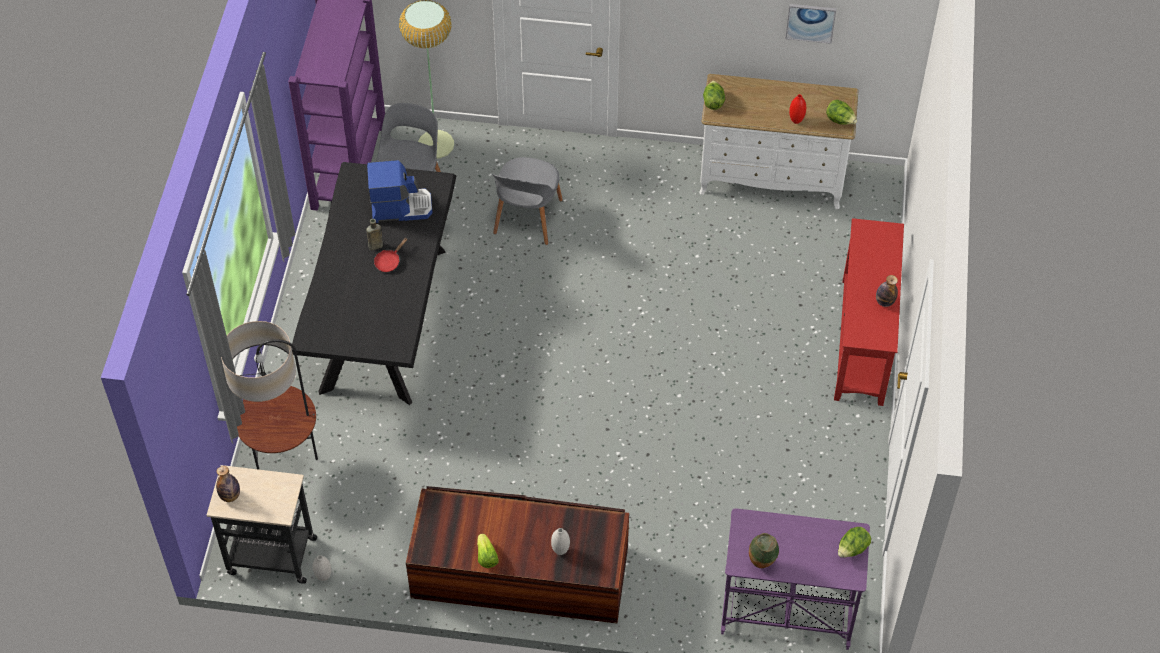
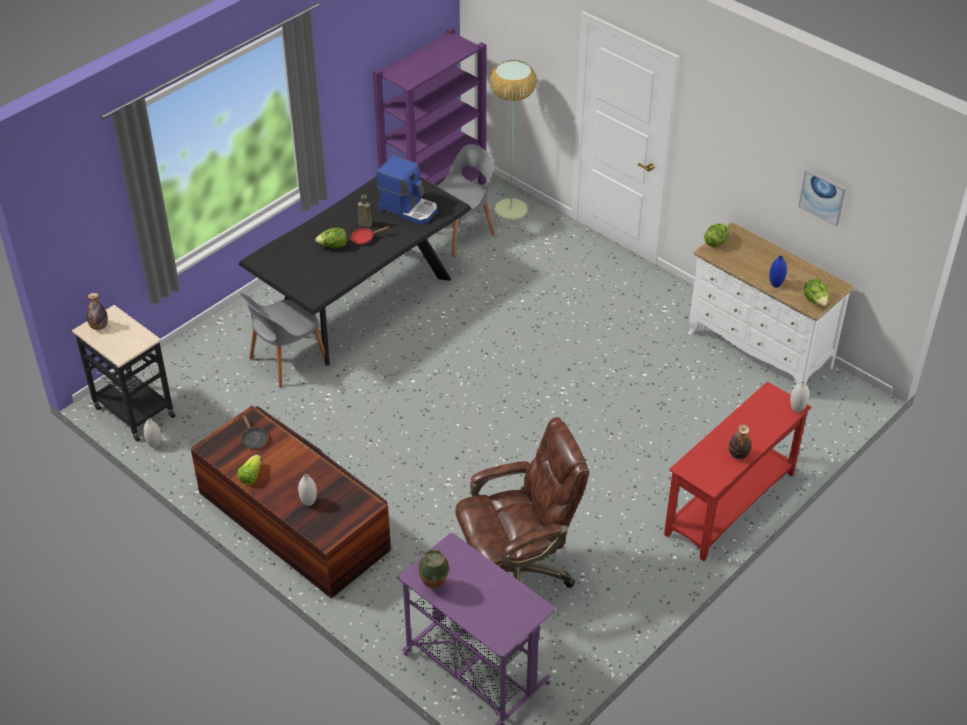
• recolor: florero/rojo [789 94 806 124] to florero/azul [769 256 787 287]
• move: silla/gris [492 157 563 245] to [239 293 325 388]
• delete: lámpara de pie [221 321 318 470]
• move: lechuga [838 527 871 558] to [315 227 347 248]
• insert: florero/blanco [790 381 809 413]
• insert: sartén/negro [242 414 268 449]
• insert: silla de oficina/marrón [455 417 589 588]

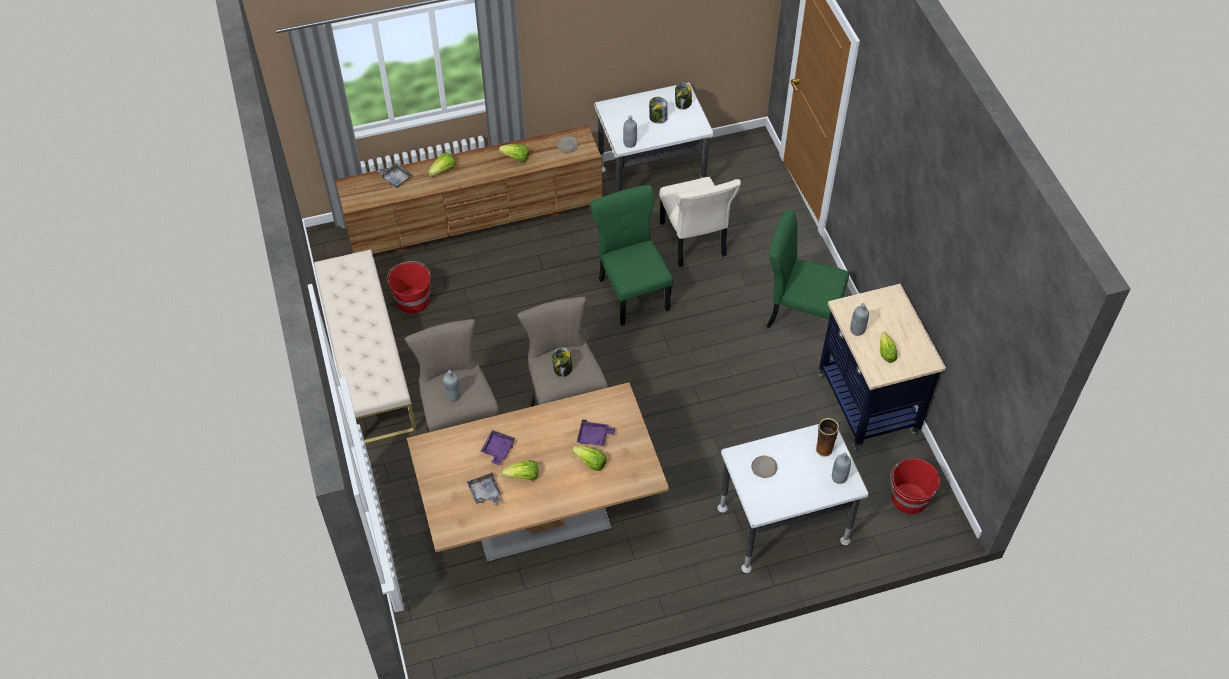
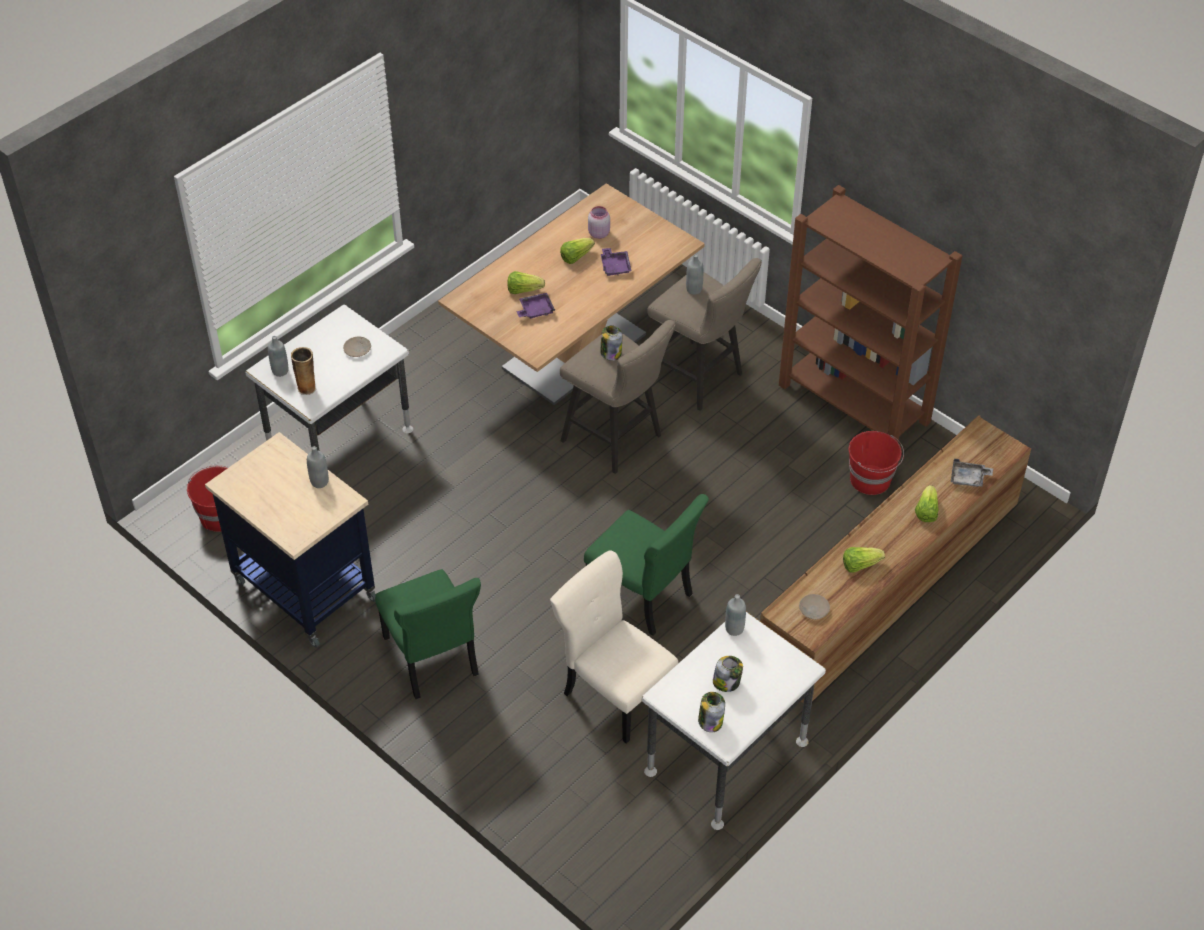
• rotate: silla/verde [766 209 849 328] = [375 569 481 699] 75 degrees clockwise
• replace: banco/beis [314 249 417 445] to estantería/marrón [779 185 962 442]
• delete: lechuga [880 332 897 363]
• replace: bandeja/gris [467 472 502 505] to tarro/rosa [588 206 610 239]

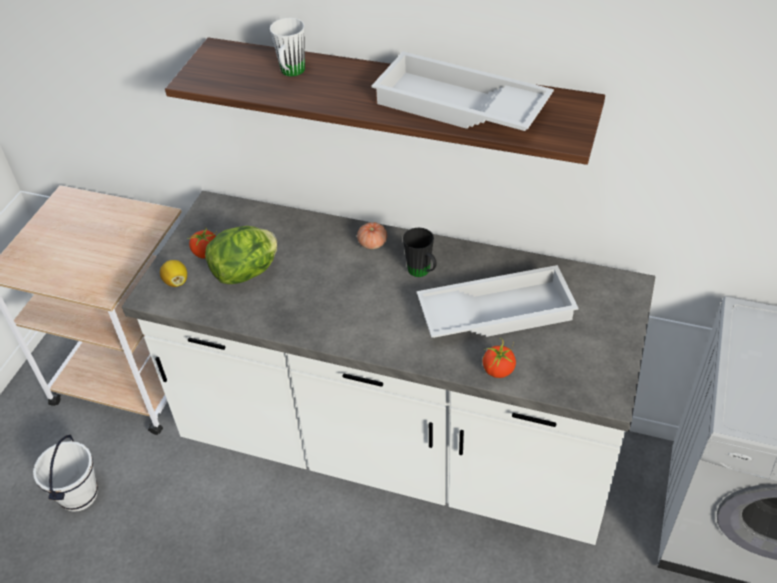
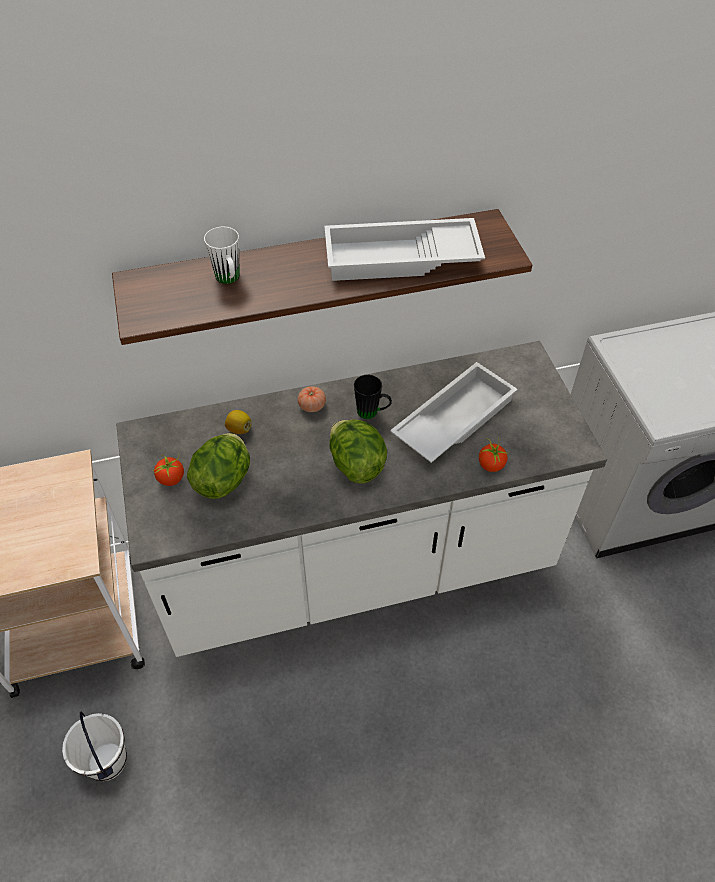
• move: limón [160 260 187 287] to [225 410 251 434]
• insert: lechuga [329 419 387 483]

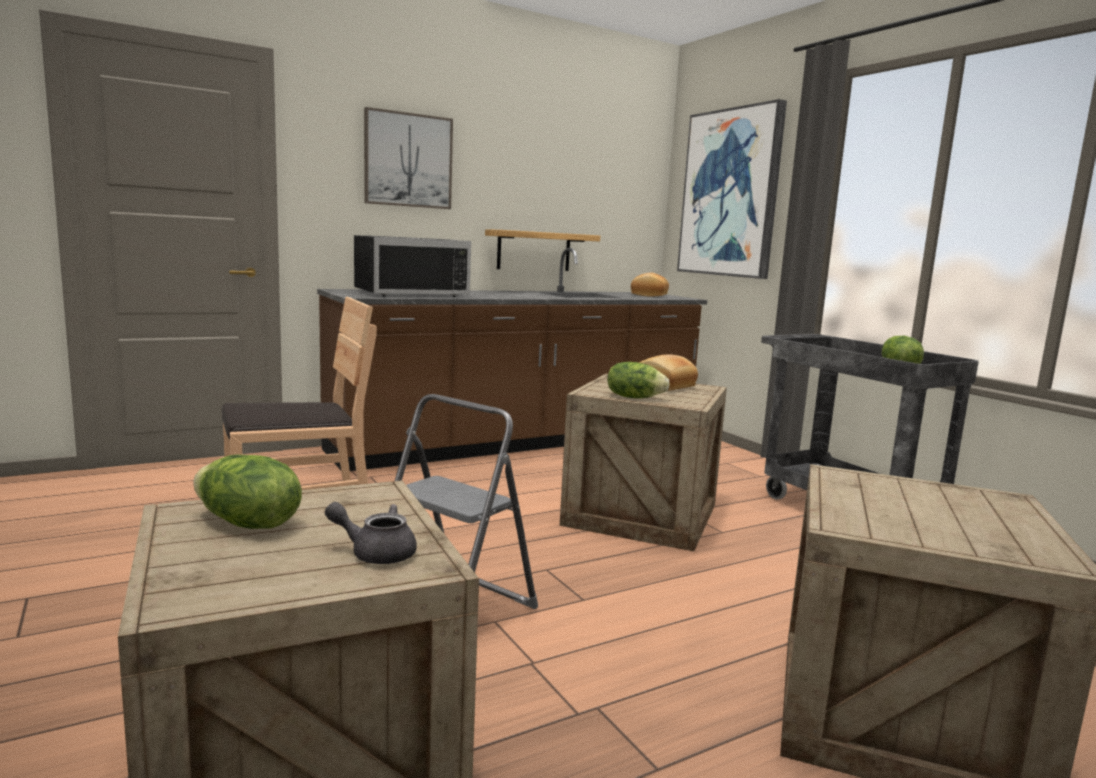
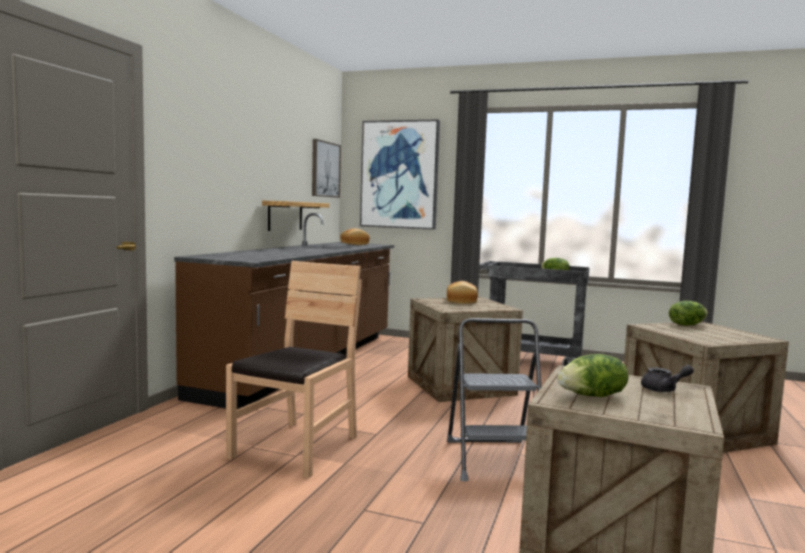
• move: cuadro [364 107 453 209] to [312 139 341 198]
• delete: microondas/negro [354 235 471 297]
• move: lechuga [607 362 670 398] to [669 301 708 325]
• rotate: tetera/gris [325 502 417 564] = [641 365 694 392] 150 degrees counterclockwise

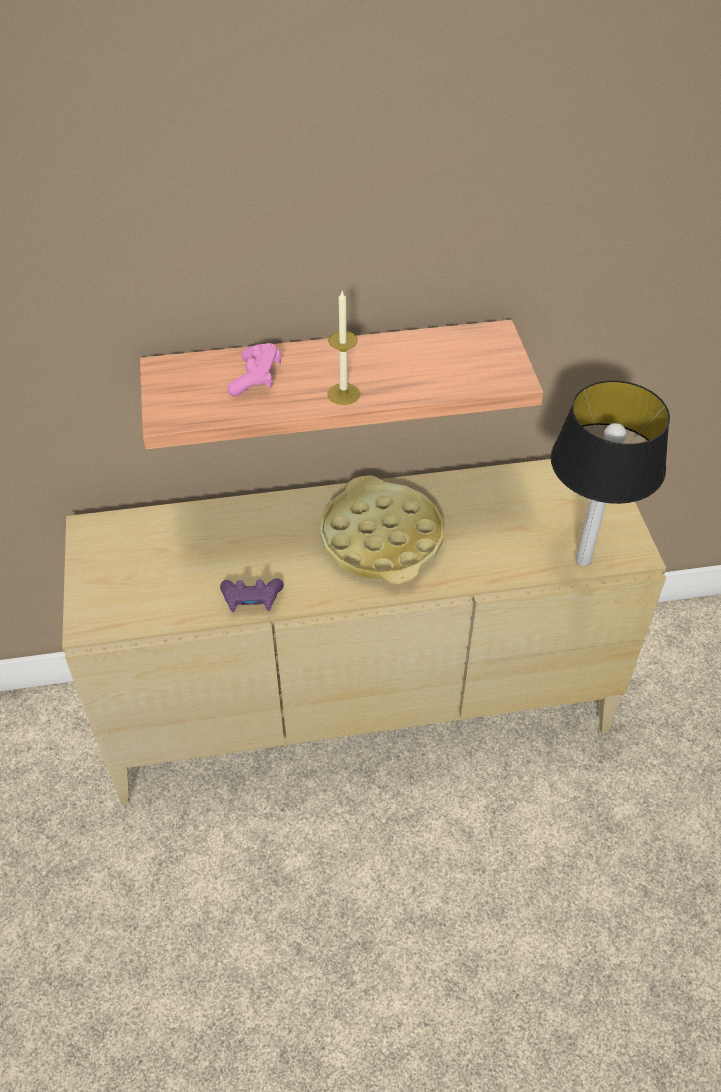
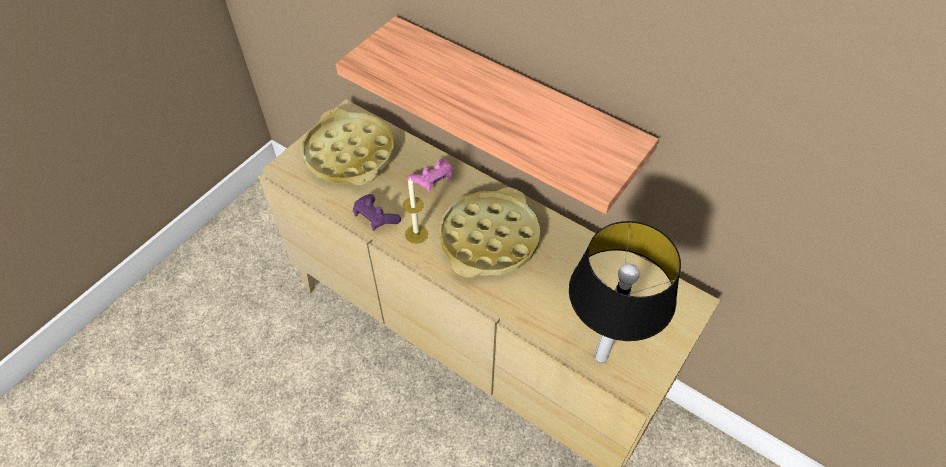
• move: vela [327 291 360 405] to [403 178 428 244]
• move: mando de consola/rosa [227 343 281 396] to [407 159 453 192]
• insert: bandeja/amarillo [302 109 394 185]

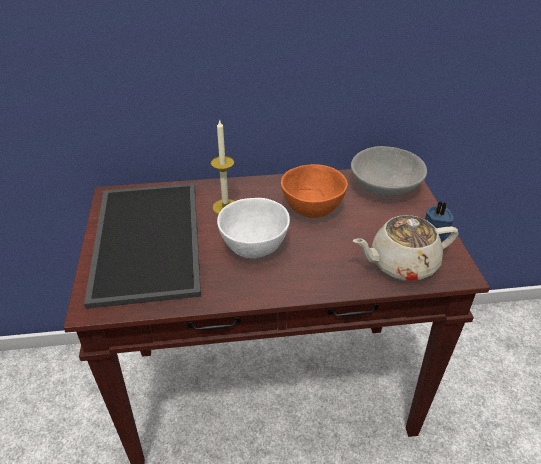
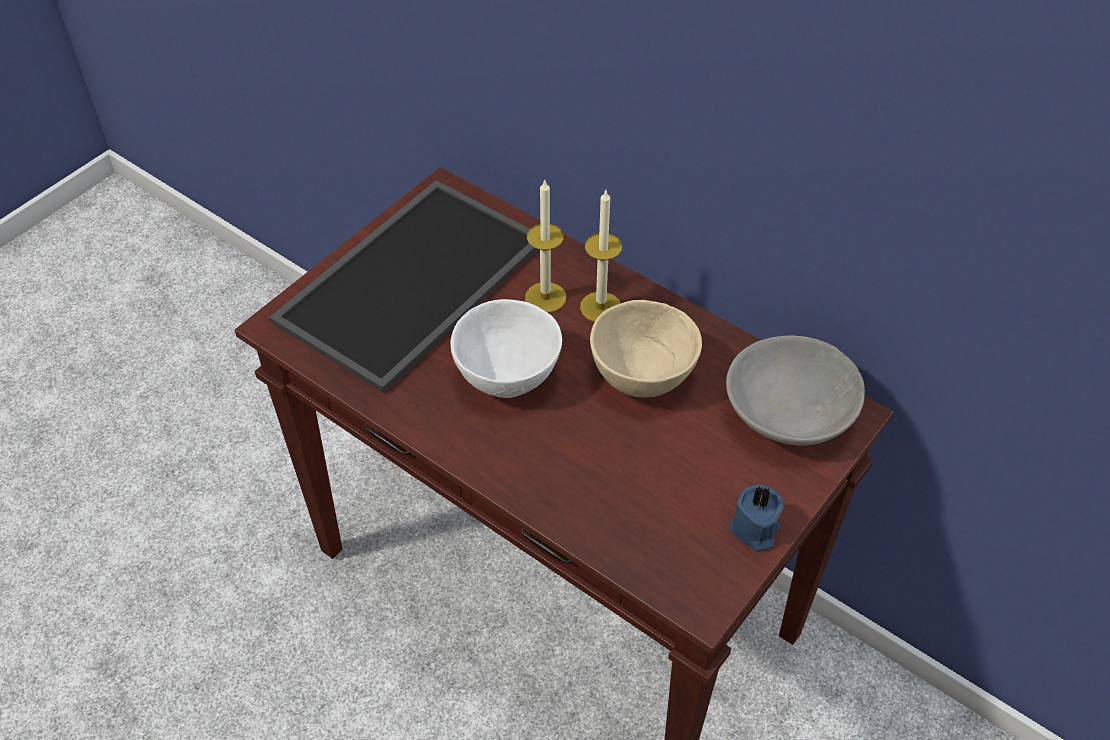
• recolor: cuenco/naranja [281 164 348 218] to cuenco/beis [590 300 702 398]
• delete: tetera/beis [353 215 458 281]
• insert: vela [580 190 622 322]

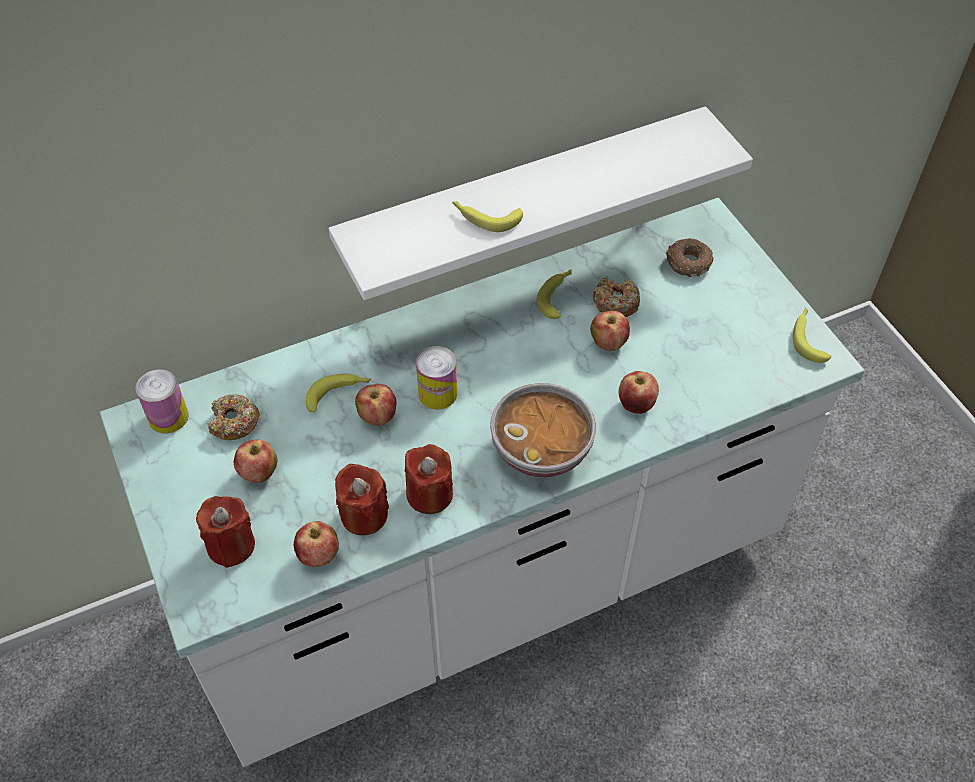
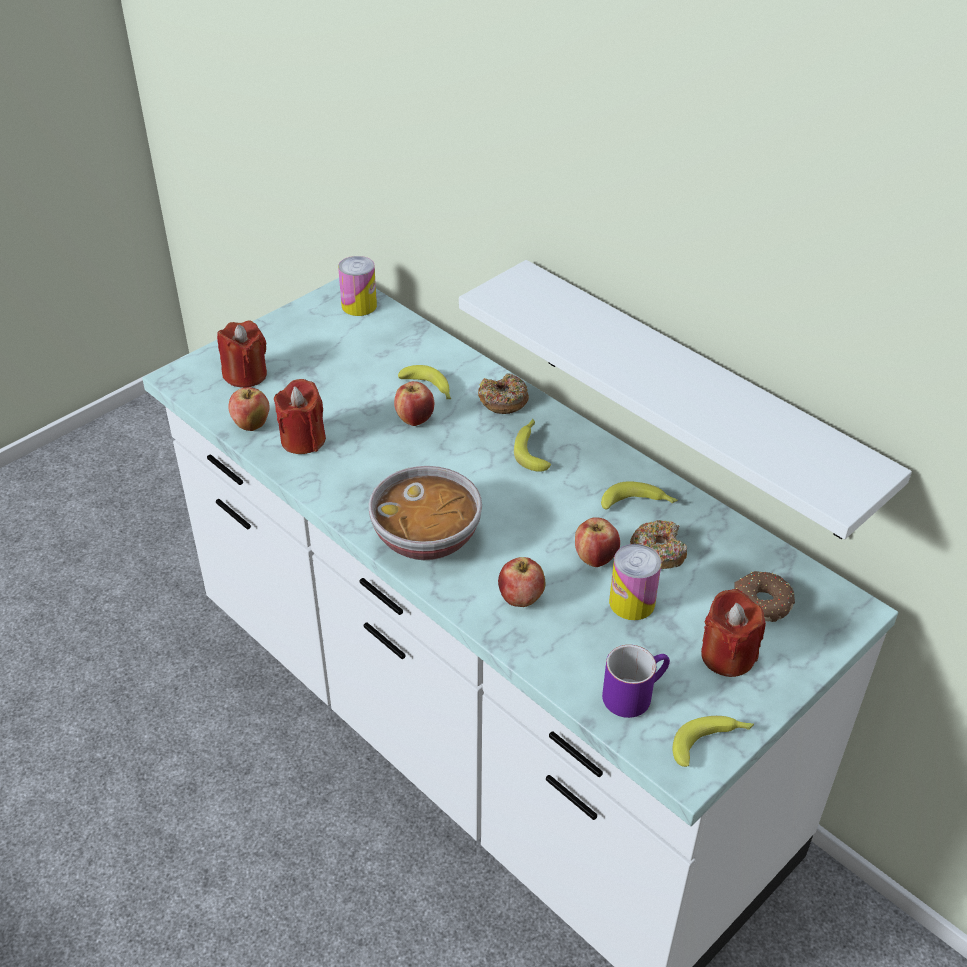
• move: plátano [452 201 523 232] to [514 419 551 472]
• move: lata [416 346 457 410] to [609 544 661 620]
• move: rosquilla [208 394 260 440] to [478 373 529 414]
• delete: manzana [234 439 277 483]
• move: vela/rojo [405 444 453 514] to [701 589 766 677]
• insert: taza grande/morado [602 645 670 718]

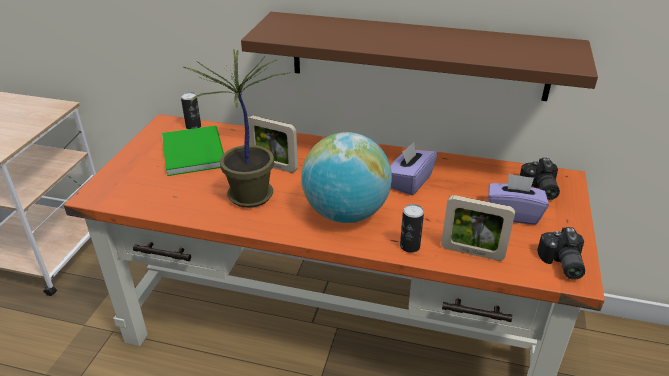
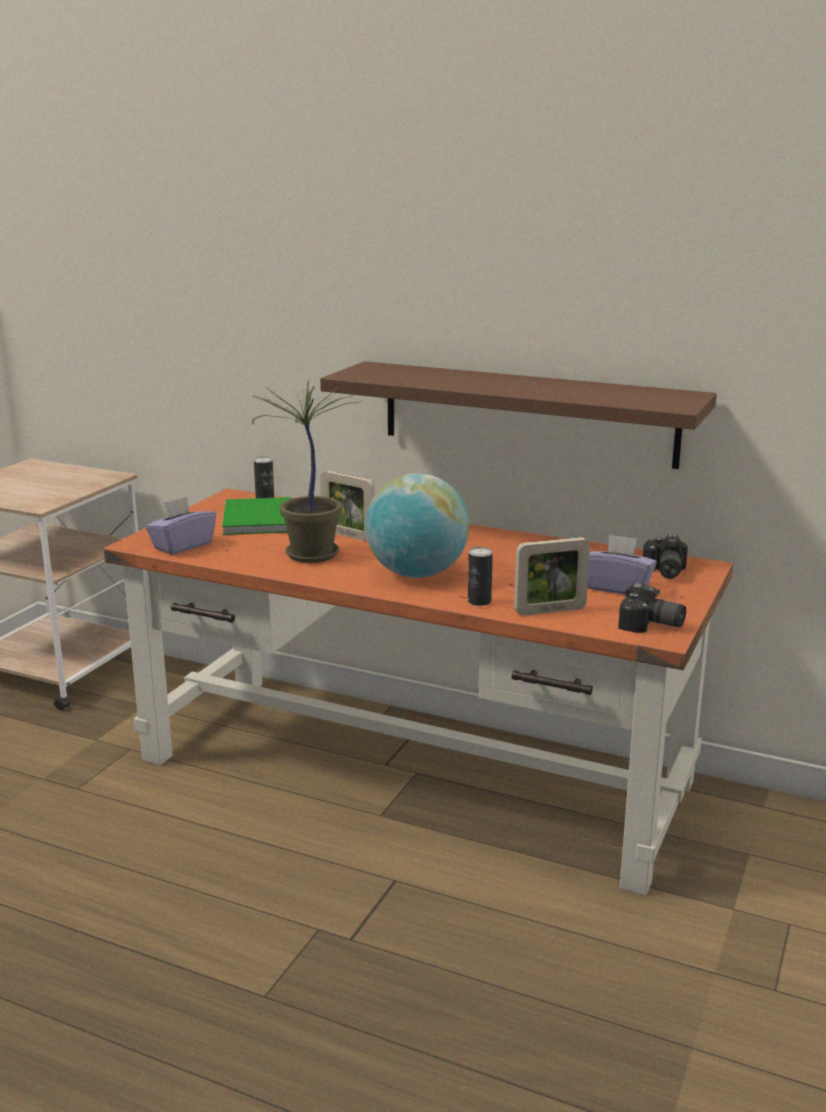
• move: caja de pañuelos/morado [390 142 437 195] to [146 496 216 555]
• rotate: portarretratos [441 195 515 261] = [514 537 590 616] 45 degrees counterclockwise
• rotate: cámara [537 227 585 280] = [618 583 686 633] 75 degrees counterclockwise

